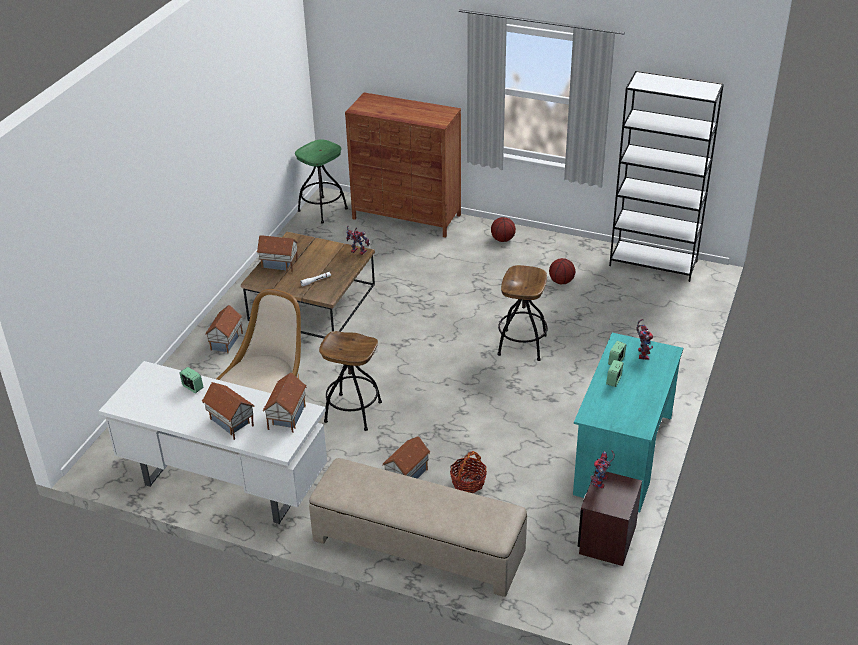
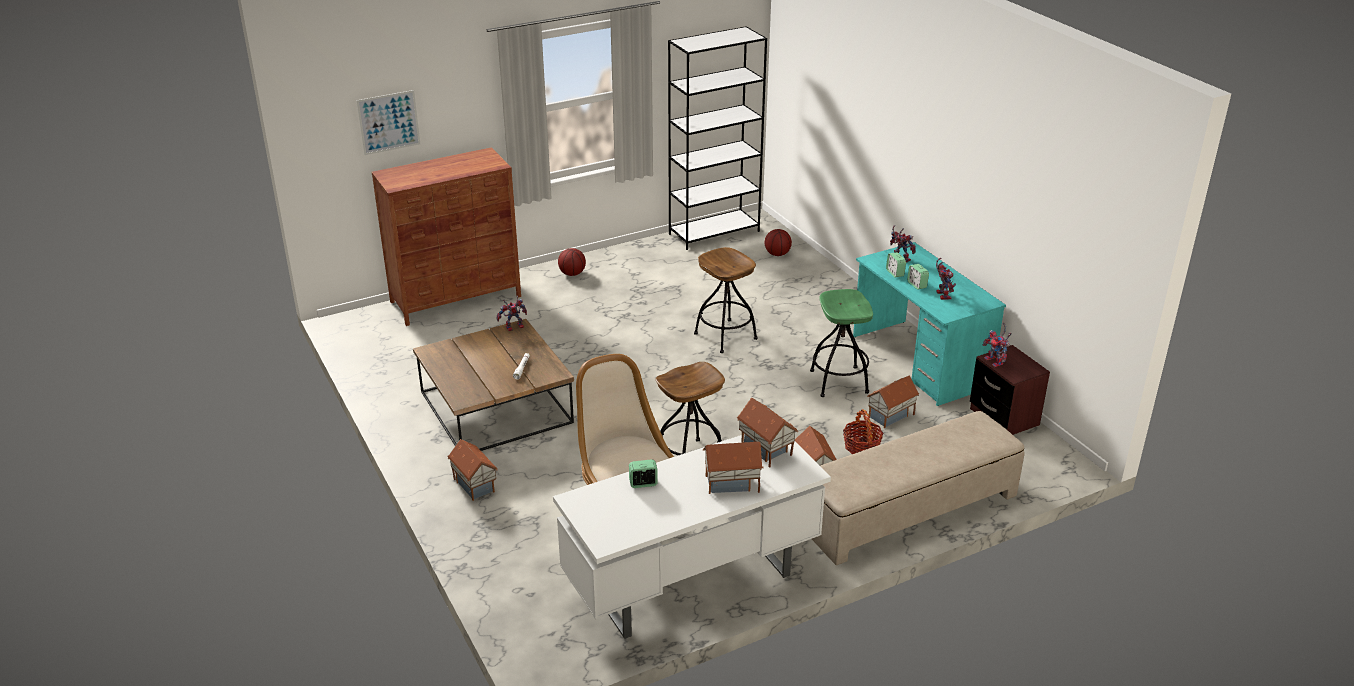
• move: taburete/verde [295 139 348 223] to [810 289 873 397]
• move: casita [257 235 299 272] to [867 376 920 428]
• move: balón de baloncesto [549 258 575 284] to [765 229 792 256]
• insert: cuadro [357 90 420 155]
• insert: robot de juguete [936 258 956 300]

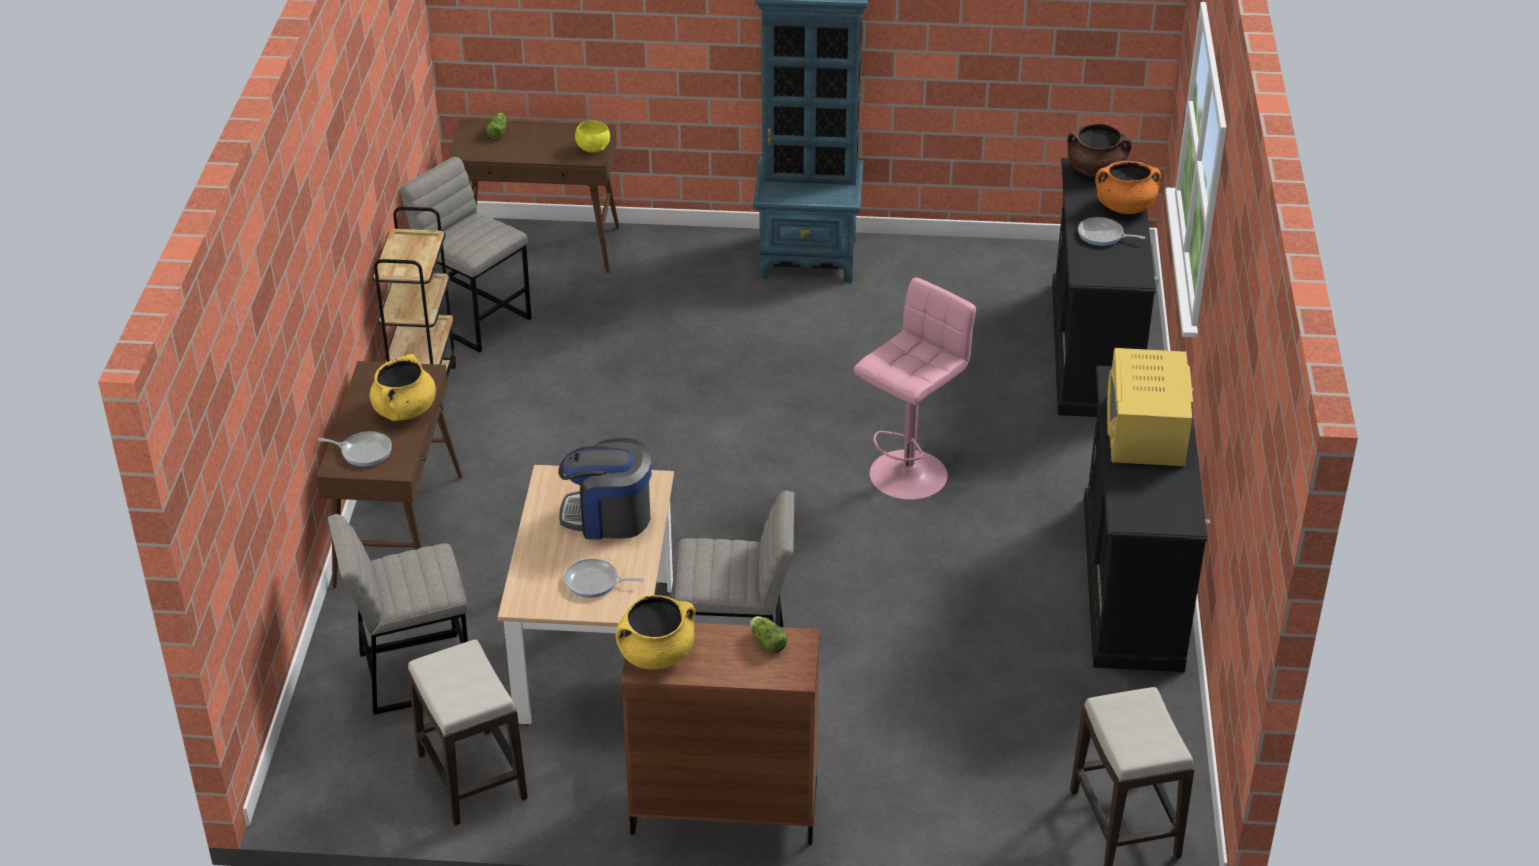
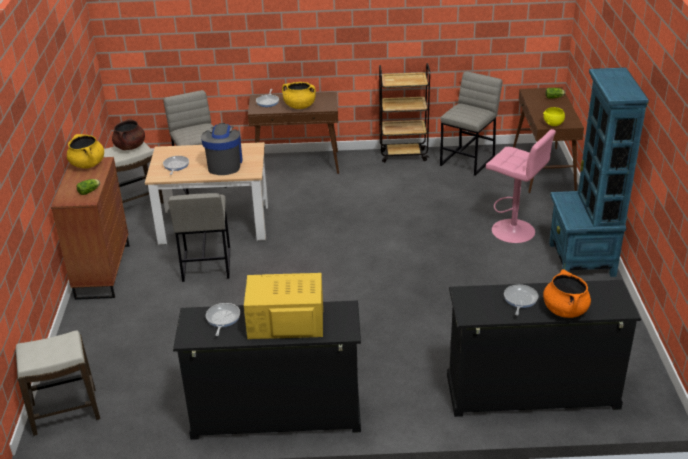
• move: olla/marrón [1067 124 1132 177] to [112 118 145 150]
• move: taburete/rosa [854 278 976 500] to [486 129 556 243]
• insert: sartén [206 303 240 336]

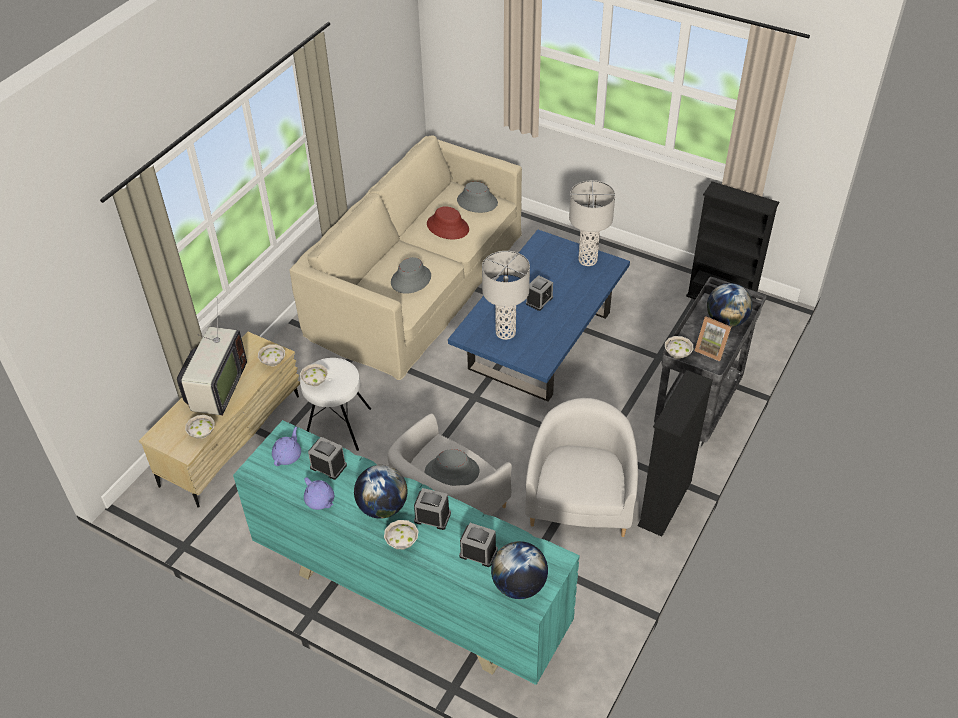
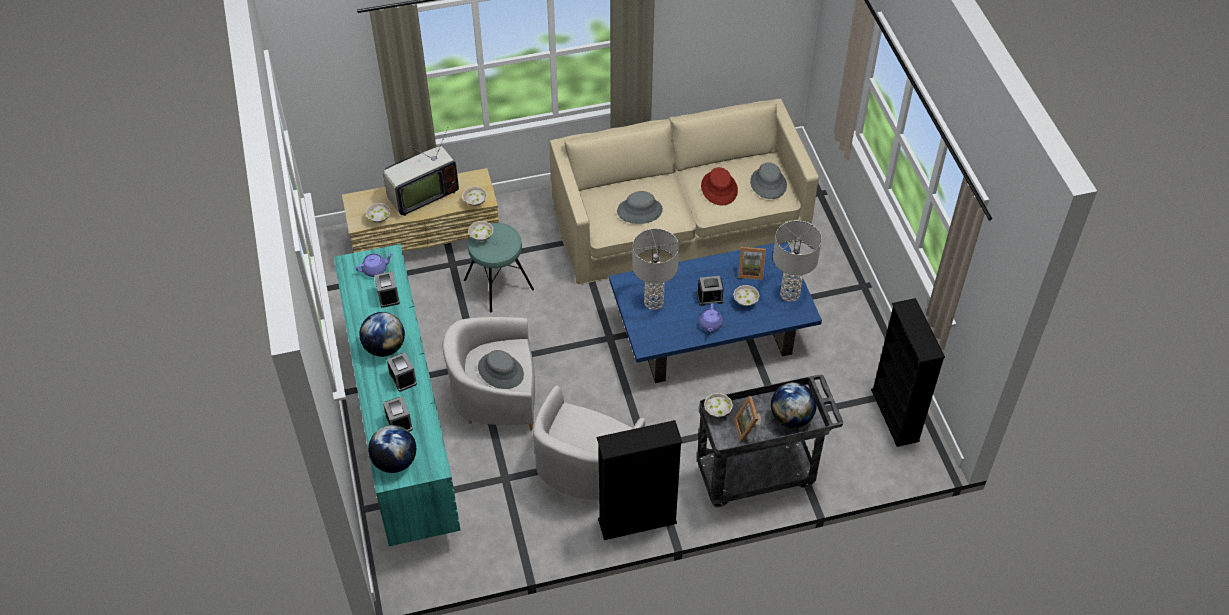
• recolor: taburete/blanco [300 358 371 451] to taburete/turquesa [464 223 534 312]
• rotate: sillón/blanco [525 398 638 537] = [533 386 645 500] 150 degrees clockwise
• move: tetera/morado [304 477 334 510] to [699 303 723 332]
• move: cuenco/blanco [384 520 418 549] to [733 285 760 306]
• insert: portarretratos [738 247 766 280]

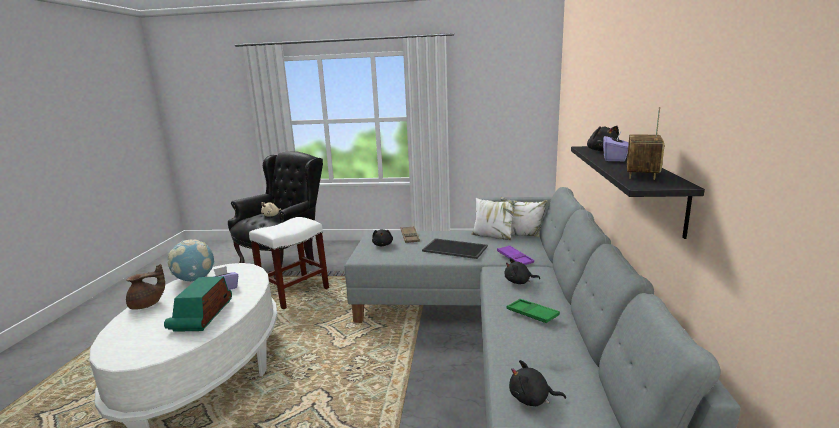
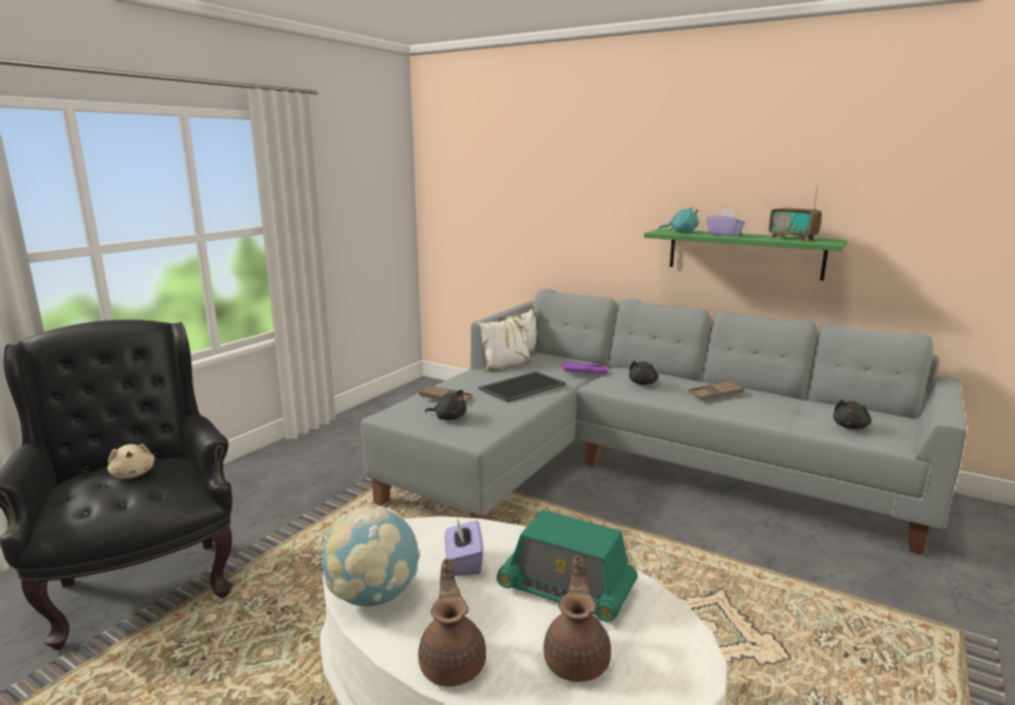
• recolor: peluche/negro [587 126 619 151] to peluche/turquesa [659 207 698 232]
• recolor: estante/negro [571 146 705 239] to estante/verde [644 229 847 281]
• delete: taburete/blanco [249 217 329 310]
• recolor: bandeja/verde [507 299 560 323] to bandeja/marrón [689 381 744 400]
• insert: tetera/marrón [544 555 611 682]

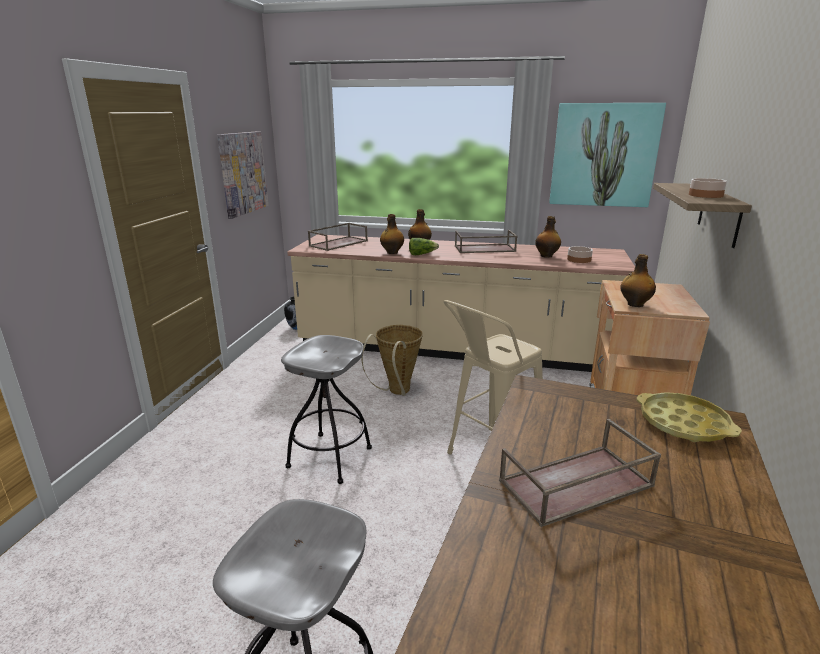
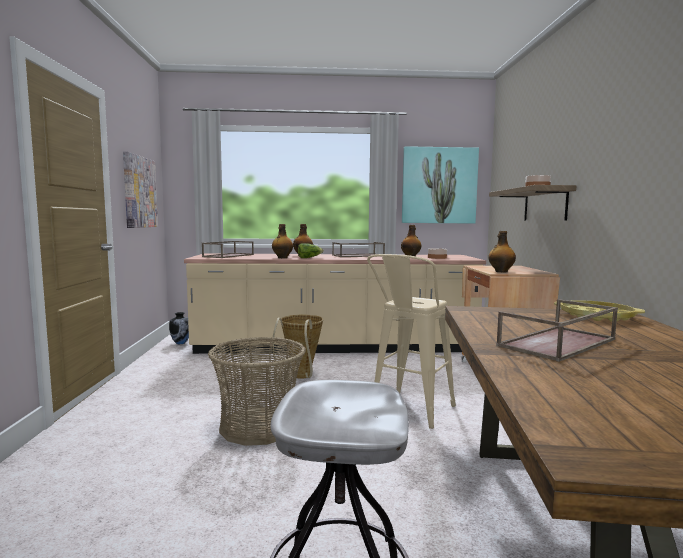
• replace: taburete/gris [281 335 372 484] to cesta [208 337 306 446]

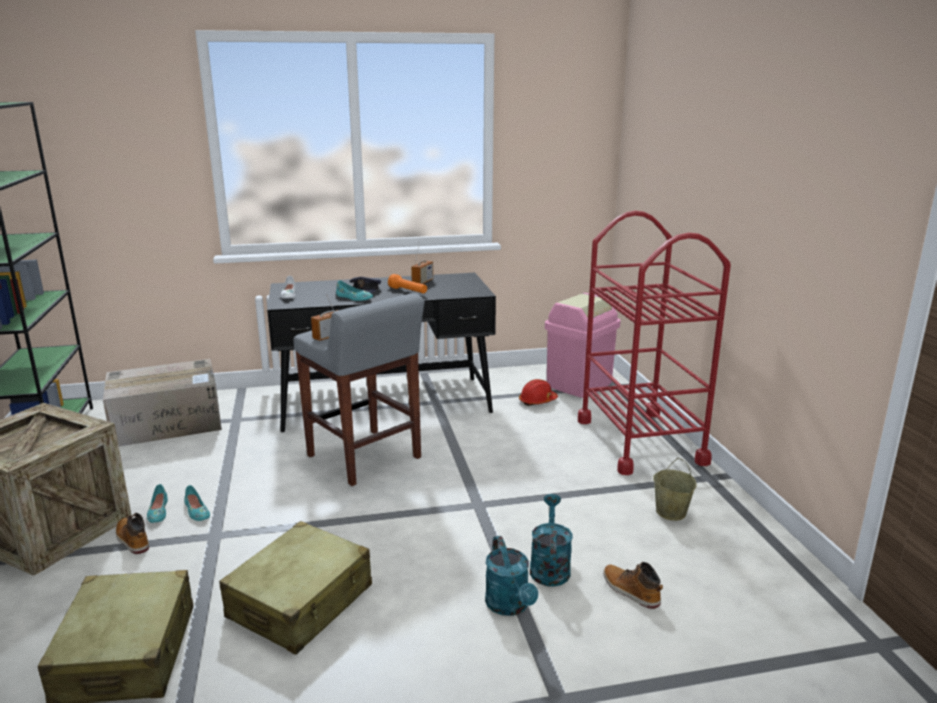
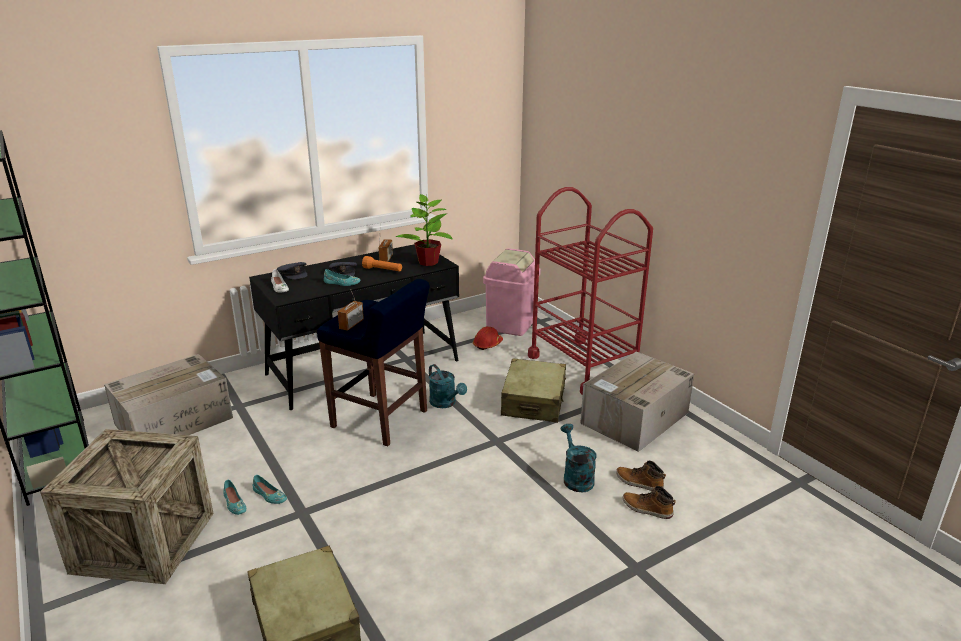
• recolor: taburete/gris [294 293 424 486] to taburete/azul [317 279 429 446]
• replace: cubo/beis [653 458 697 521] to caja de cartón [580 351 694 452]
• move: bota [116 513 149 554] to [623 486 676 519]
• move: maleta/beis [219 521 372 655] to [501 358 566 423]
• move: regadera/turquesa [485 536 538 616] to [429 364 467 408]
• insert: planta en maceta [396 194 453 266]
• insert: gorra/gris [277 262 307 280]

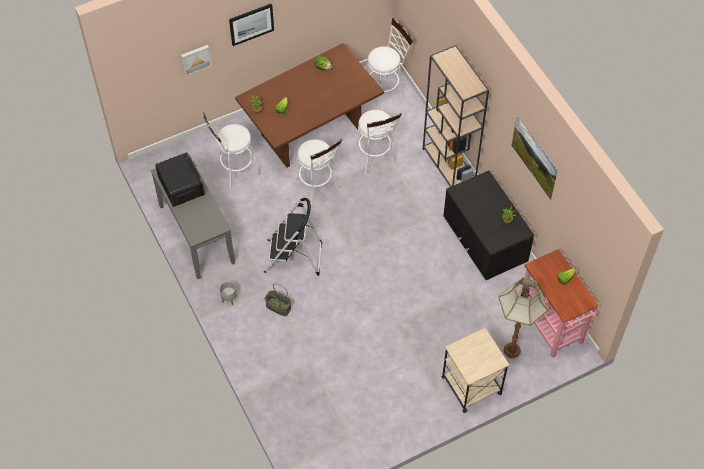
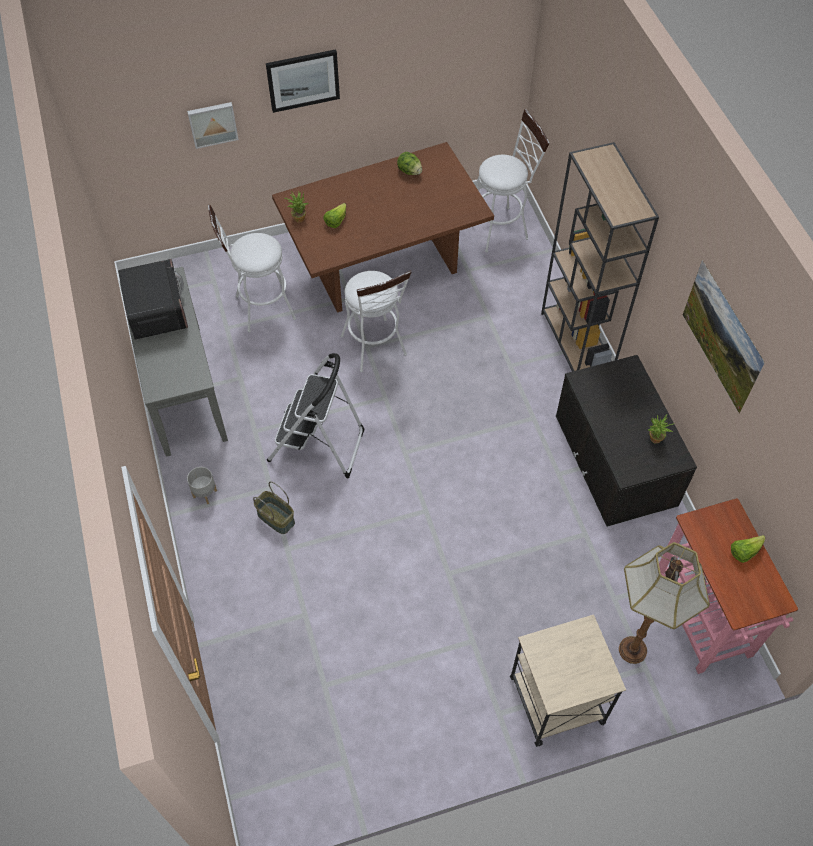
• delete: taburete/blanco [353 110 402 174]

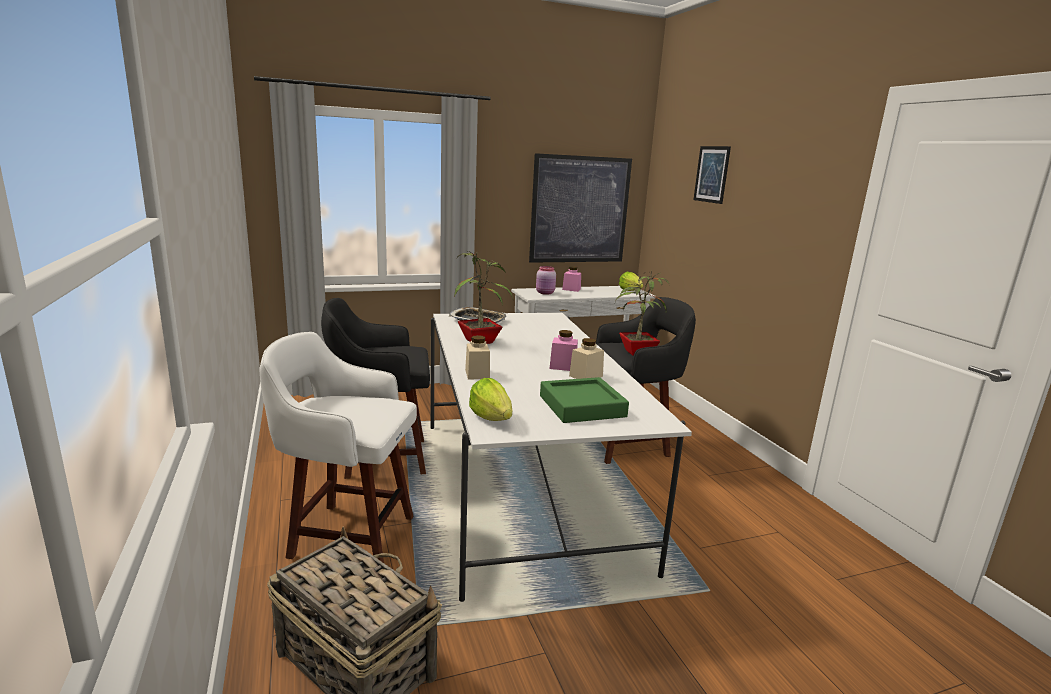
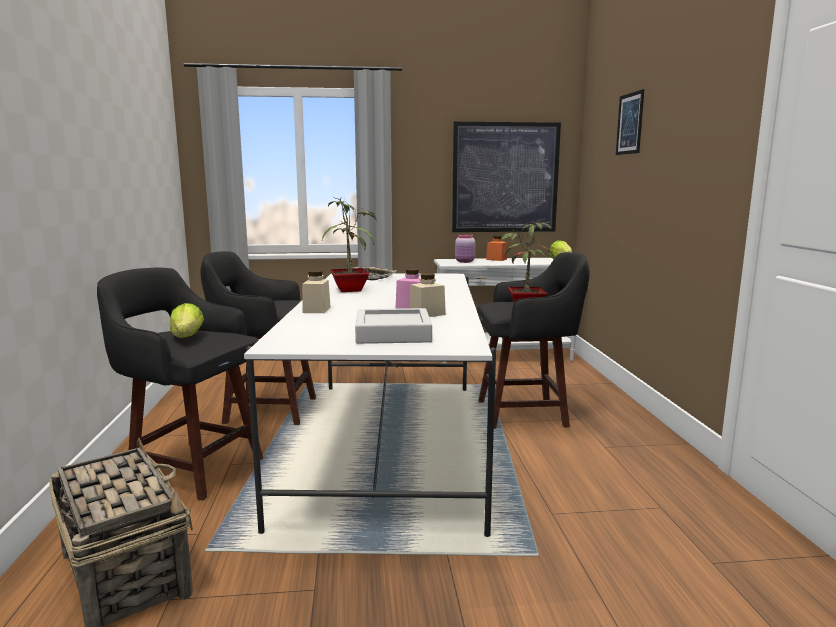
• recolor: tarro/rosa [562 266 581 292] to tarro/naranja [486 236 507 261]
• recolor: taburete/blanco [259 332 417 563] to taburete/negro [97 268 263 501]
• recolor: bandeja/verde [540 377 629 423] to bandeja/gris [355 308 432 344]
• move: lechuga [469 378 512 421] to [170 303 204 338]

